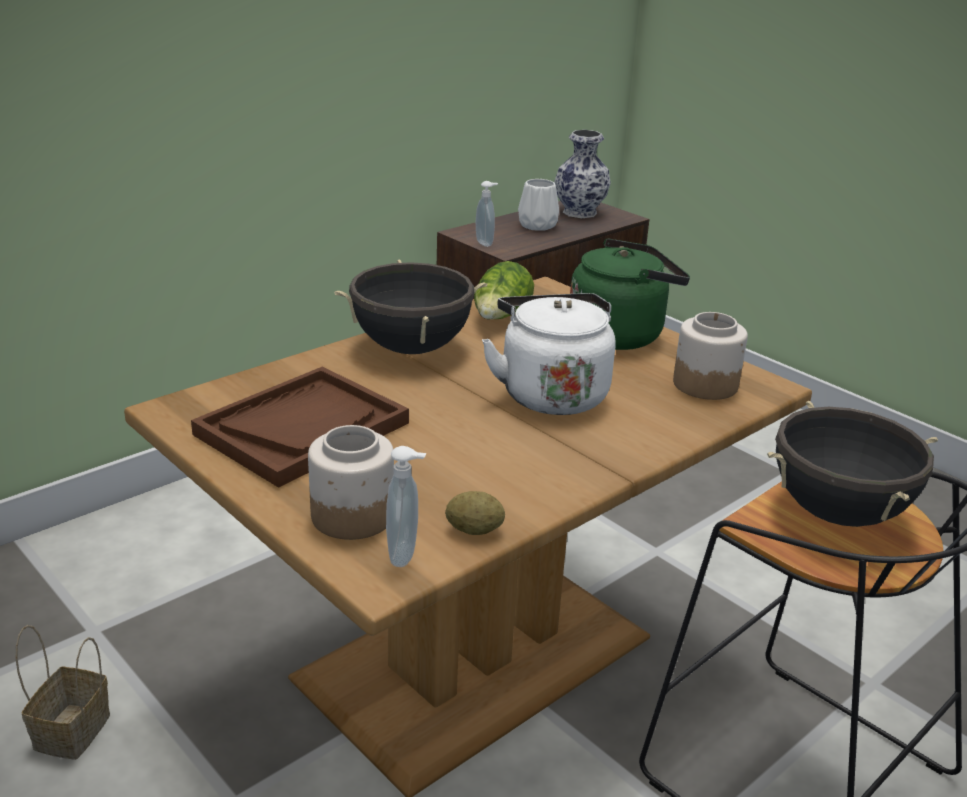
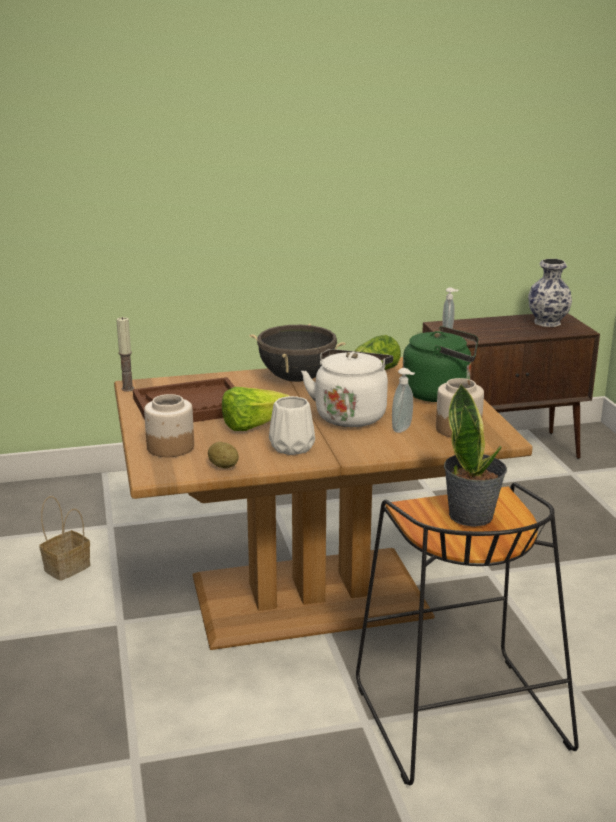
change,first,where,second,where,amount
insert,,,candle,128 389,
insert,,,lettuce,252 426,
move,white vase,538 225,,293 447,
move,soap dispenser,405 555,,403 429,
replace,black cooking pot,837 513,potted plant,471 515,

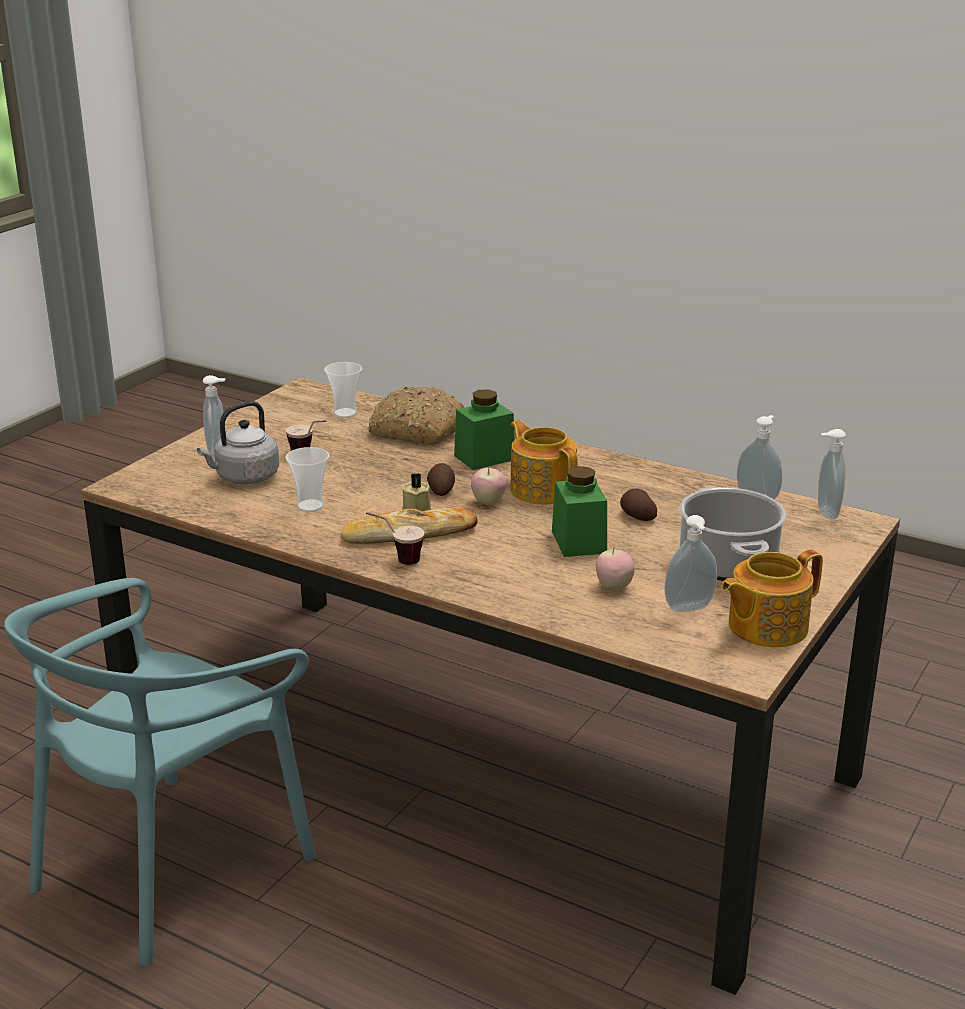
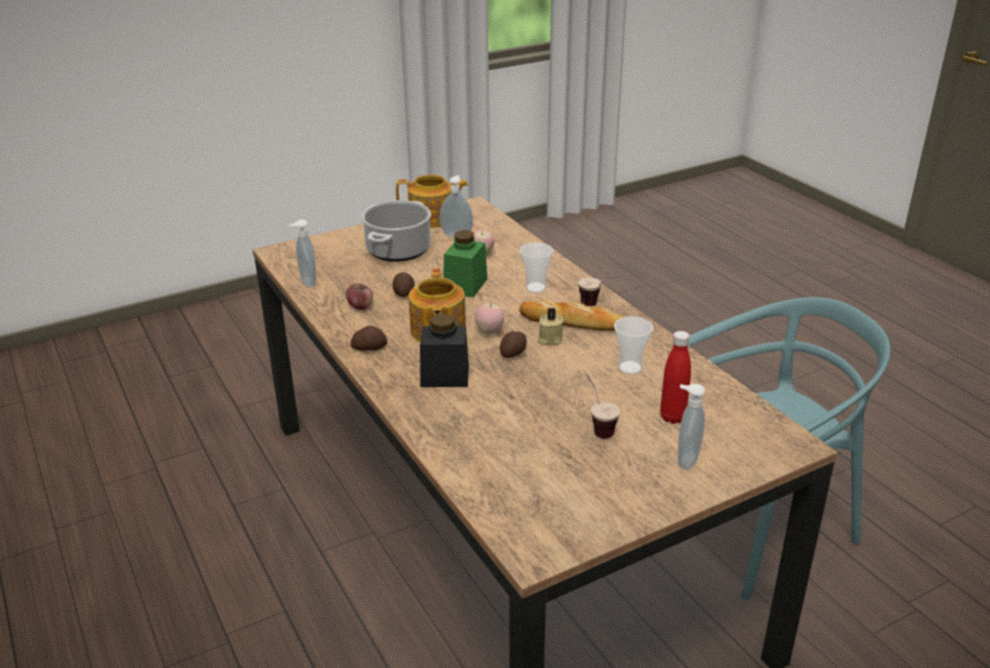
change,first,where,second,where,amount
insert,,,apple,360 306,
insert,,,potato,369 348,
recolor,green jar,484 458,black jar,445 376,
move,cup,345 413,,536 288,
replace,grey kettle,244 478,red bottle,672 417,
delete,bread,416 431,,,
delete,soap dispenser,825 513,,,

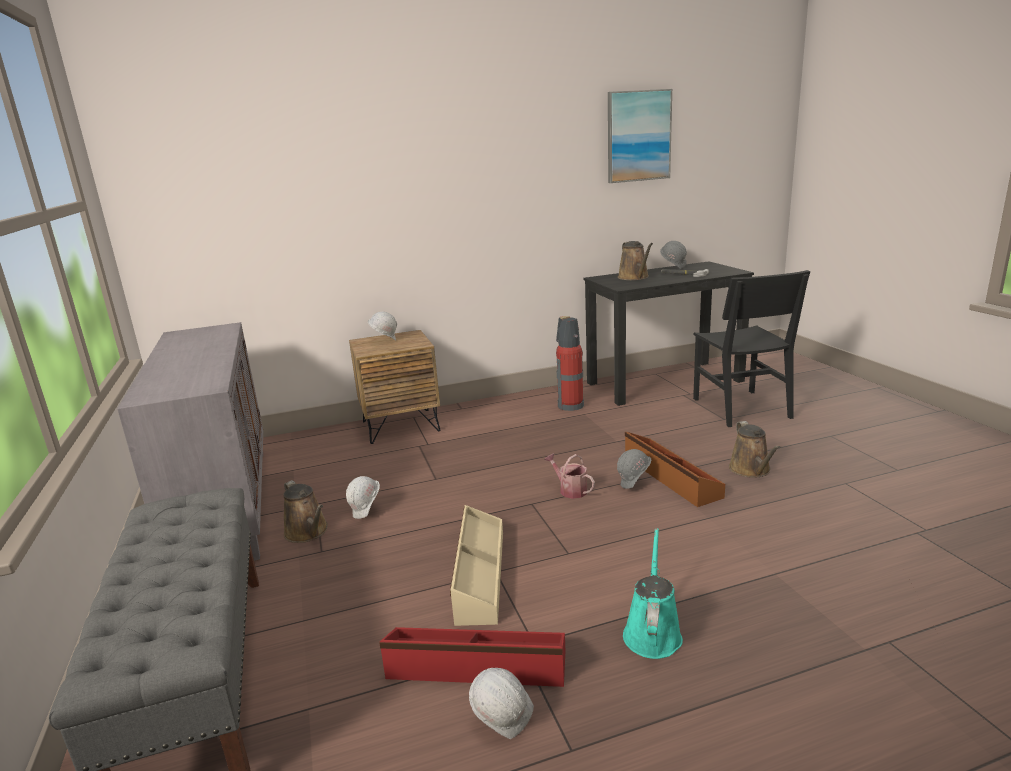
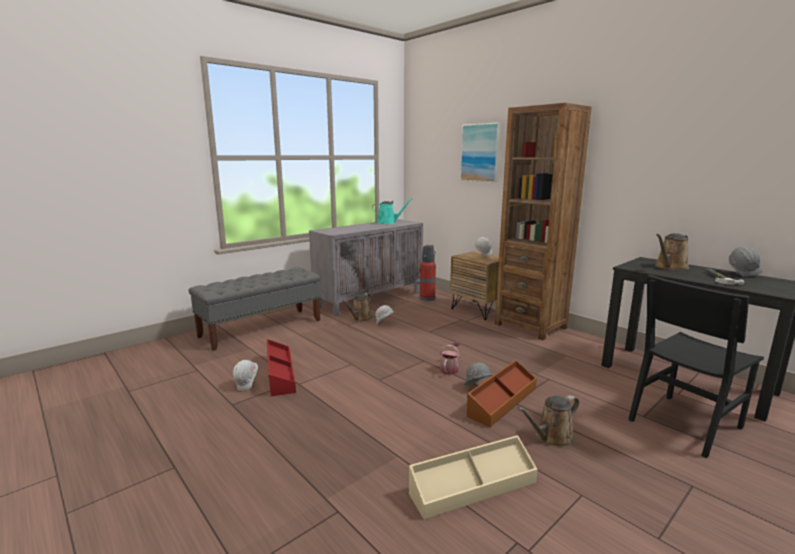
change,first,where,second,where,amount
move,turquoise watering can,652 632,,388 223,
move,beige storage box,479 575,,472 487,
move,fire extinguisher,569 405,,428 298,
move,picture,638 136,,480 153,
insert,,,brown bookcase,530 326,

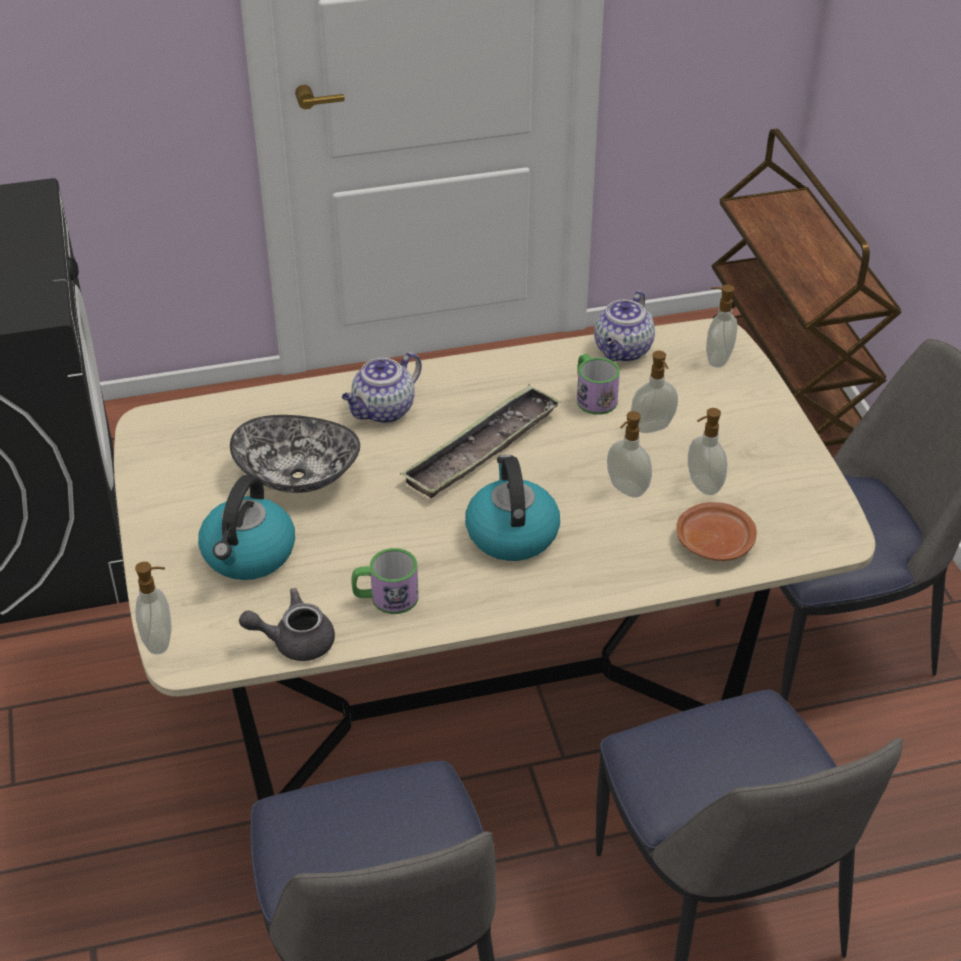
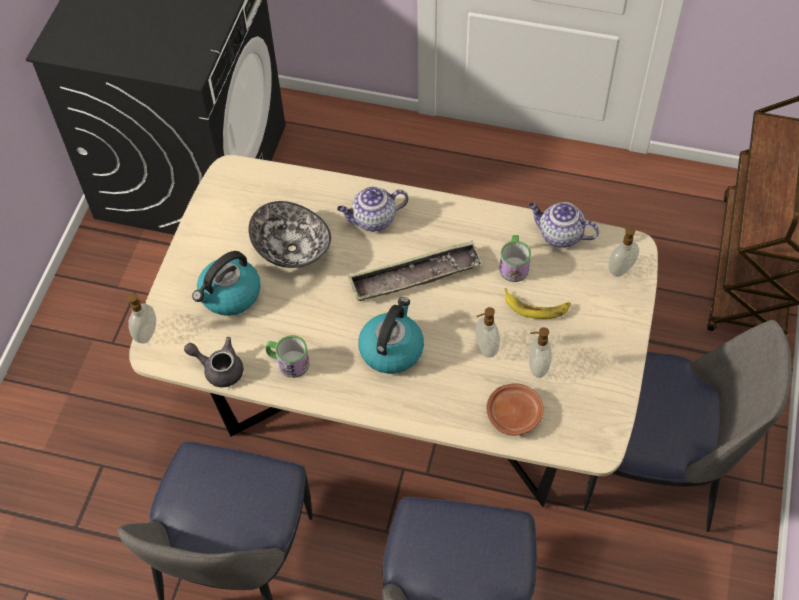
change,first,where,second,where,amount
replace,soap dispenser,653 428,banana,536 307,
rotate,teapot,623 351,,559 235,60 degrees clockwise

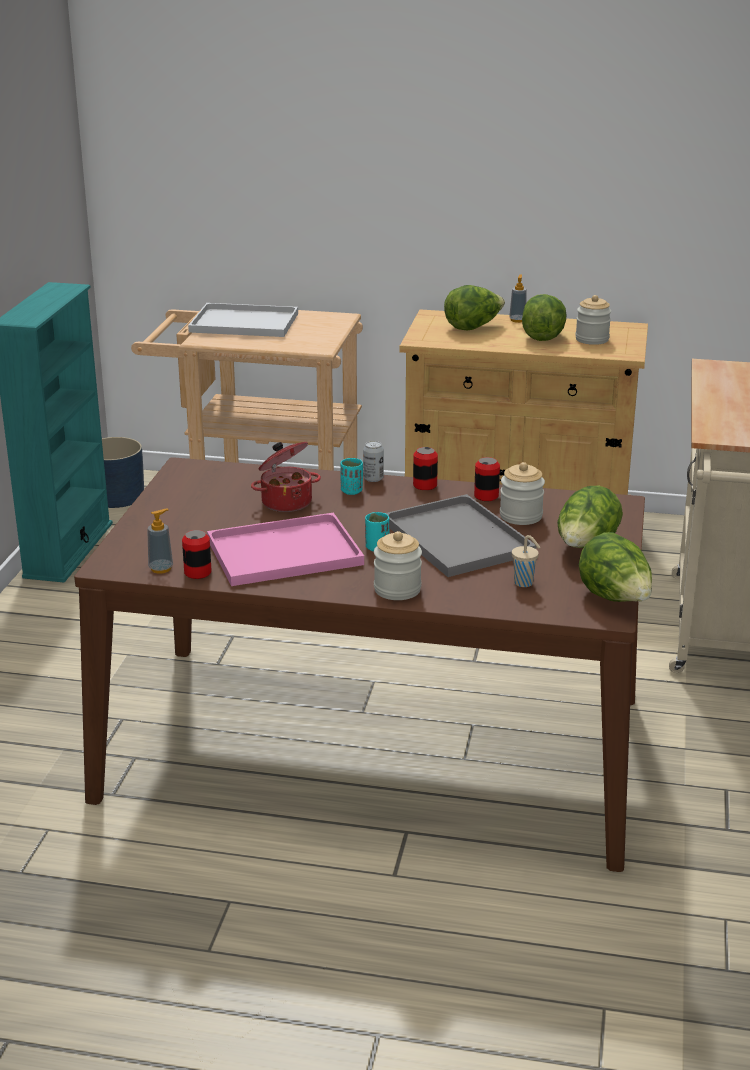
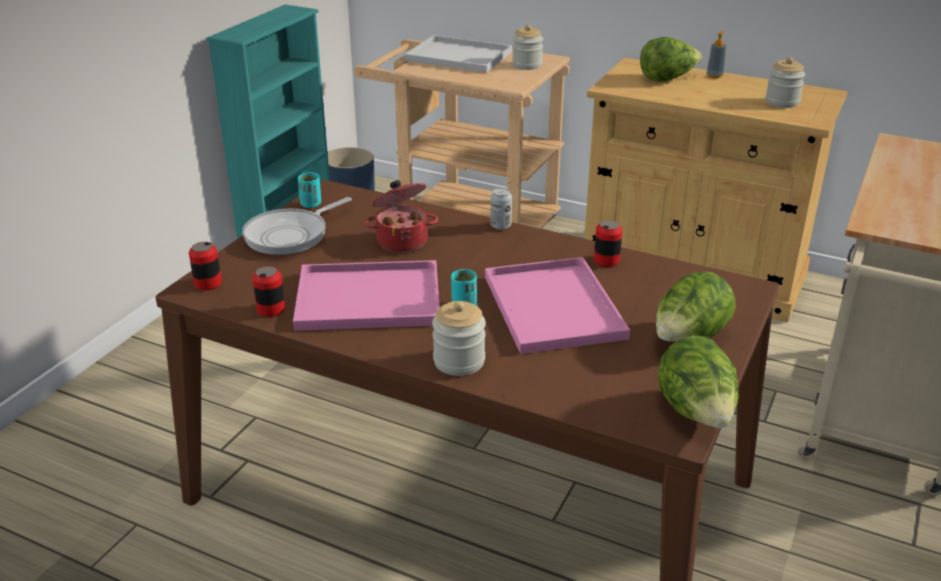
change,first,where,second,where,amount
move,can,425 485,,208 283,
insert,,,frying pan,290 235,
move,turquoise cup,351 491,,311 204,
recolor,grey tray,454 537,pink tray,550 305,
move,jar,521 516,,527 65,
delete,soap dispenser,161 568,,,
delete,beige cup,524 583,,,
delete,lettuce,543 336,,,

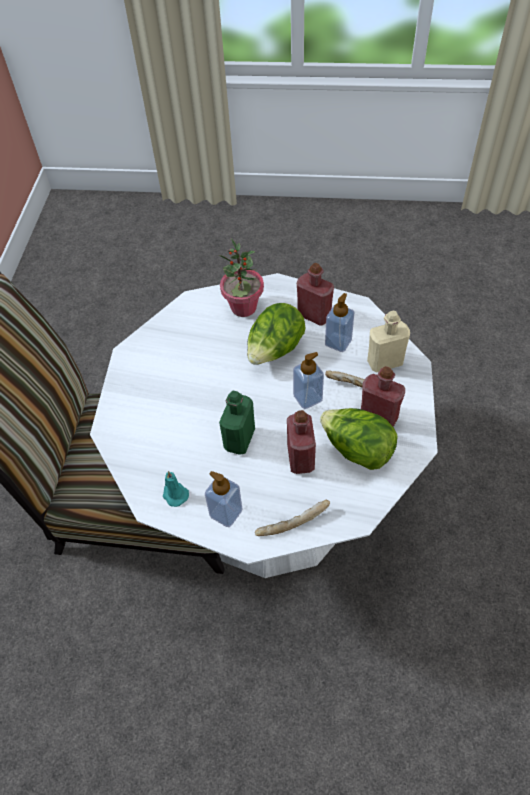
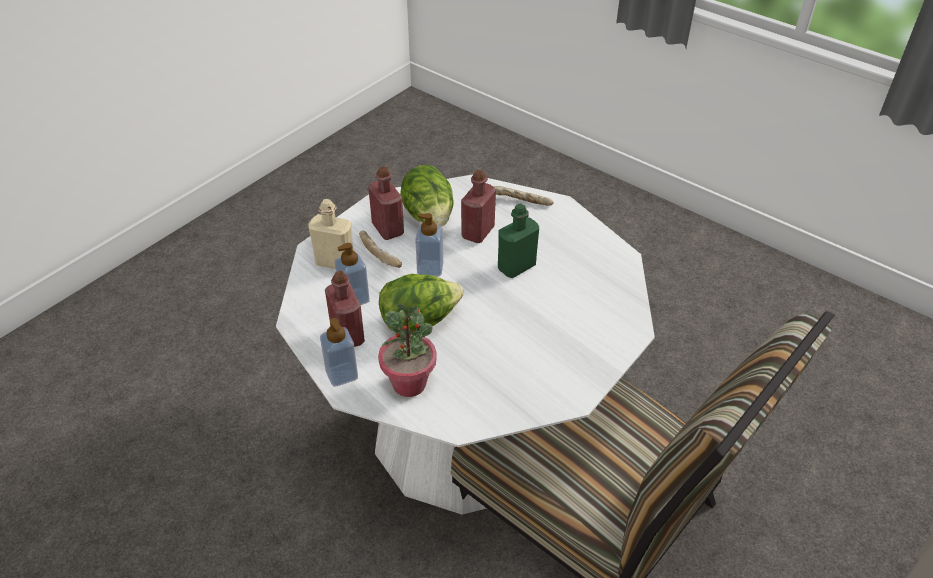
change,first,where,second,where,amount
move,soap dispenser,226 513,,342 374,
delete,turquoise candle,174 494,,,

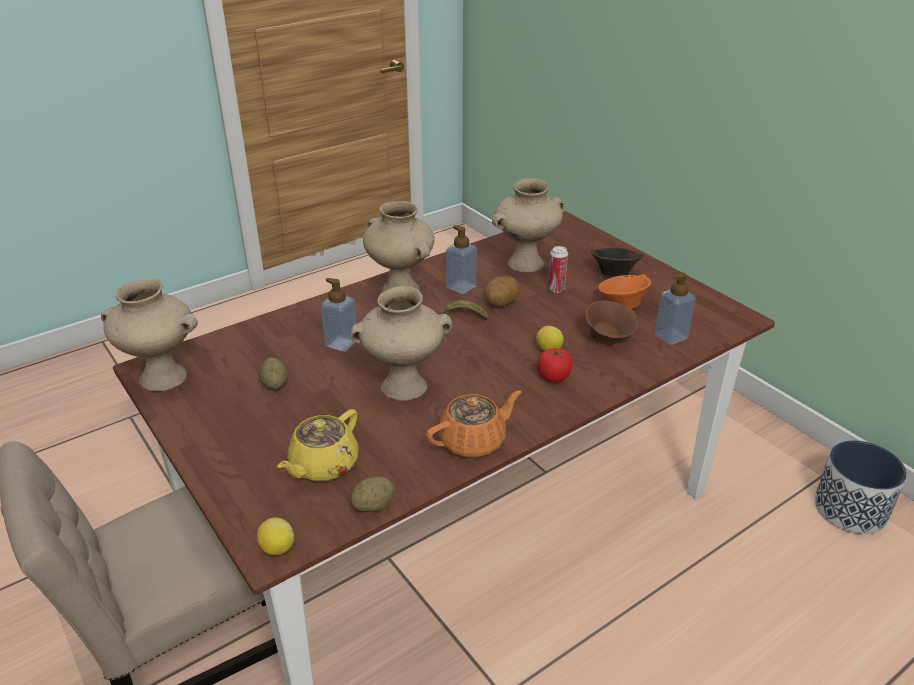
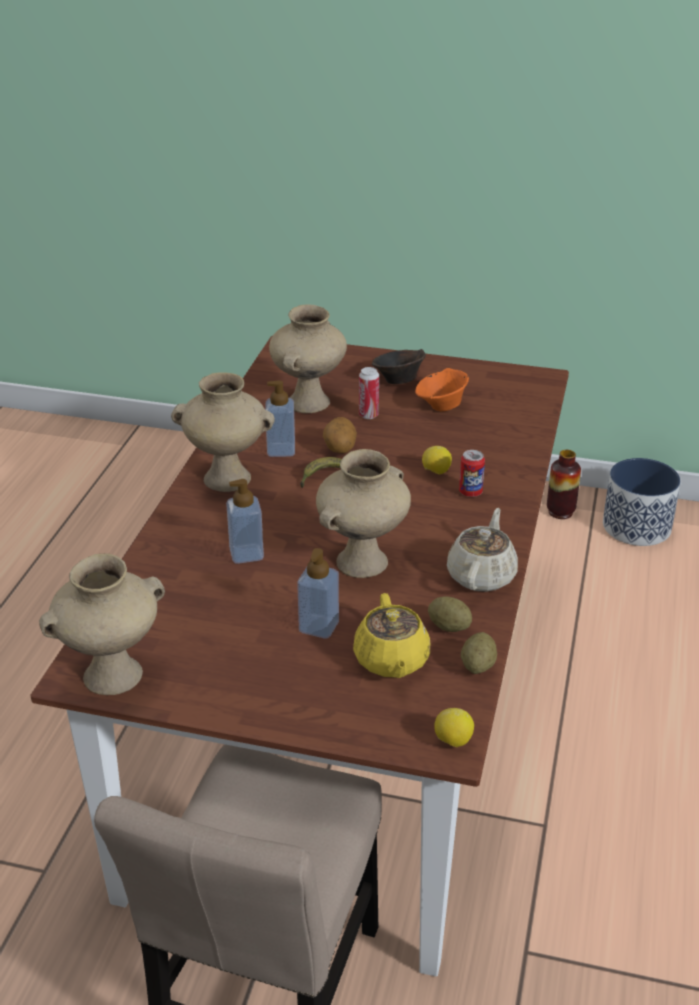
change,first,where,second,where,amount
move,soap dispenser,671 336,,319 626,
move,potato,275 384,,449 627,
recolor,orange teapot,473 441,beige teapot,482 575,
replace,tomato,554 376,can,470 492,
insert,,,vase,560 512,
delete,brown bowl,608 339,,,

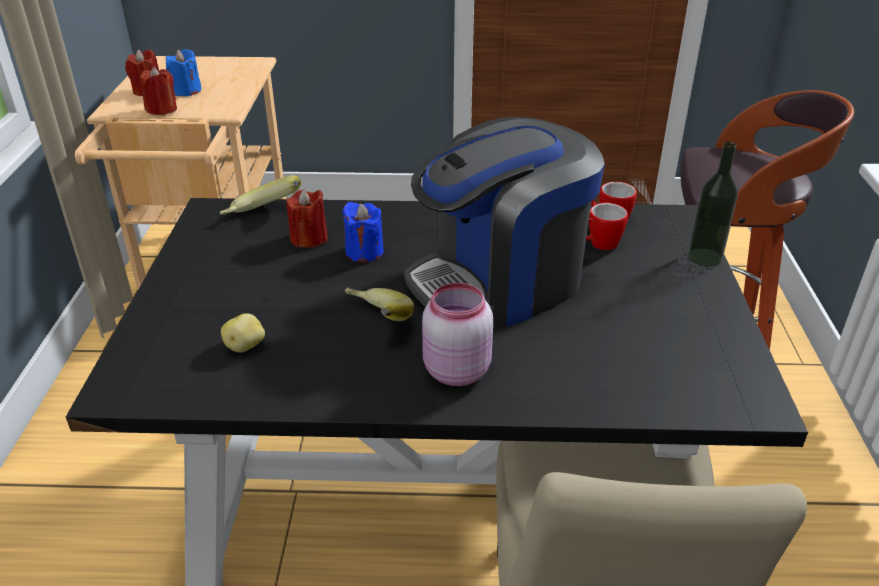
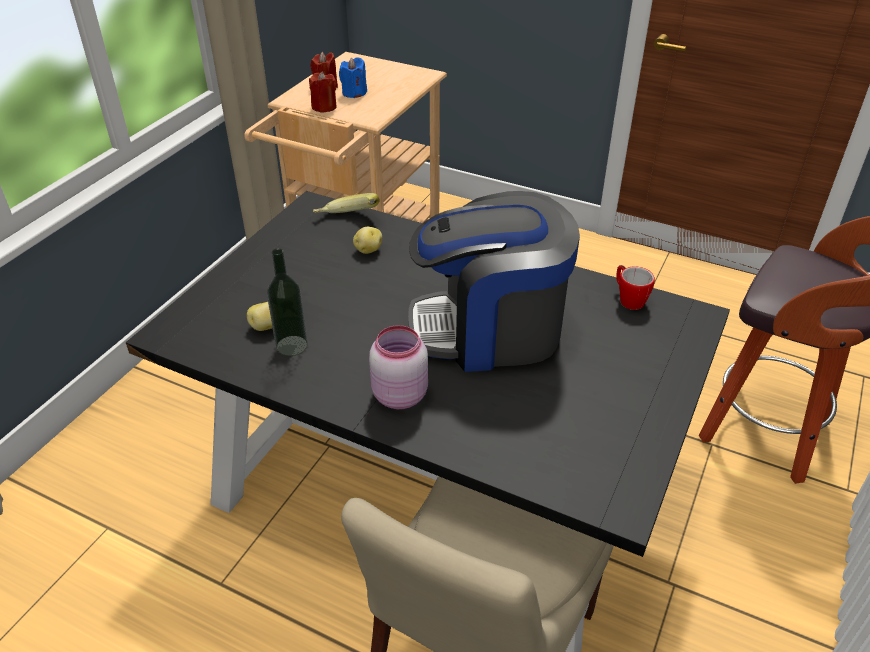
change,first,where,second,where,amount
move,bottle,704 257,,292 345,
replace,red candle,309 238,potato,368 250,
delete,blue candle,364 252,,,
delete,banana,375 322,,,
delete,mug,599 244,,,

